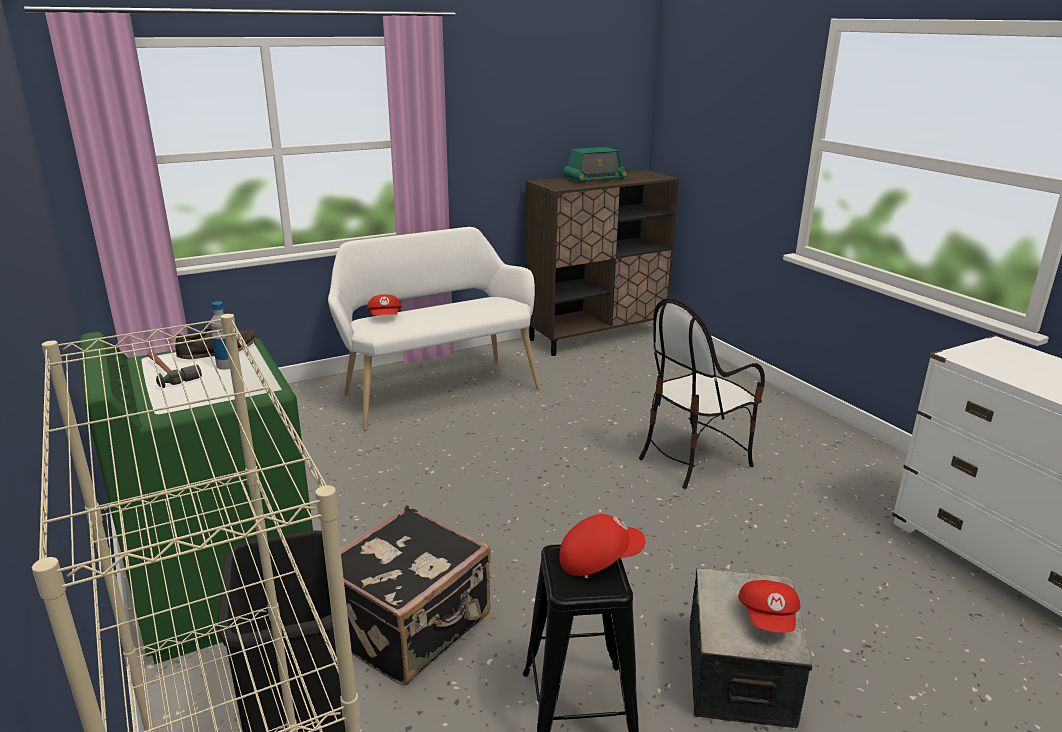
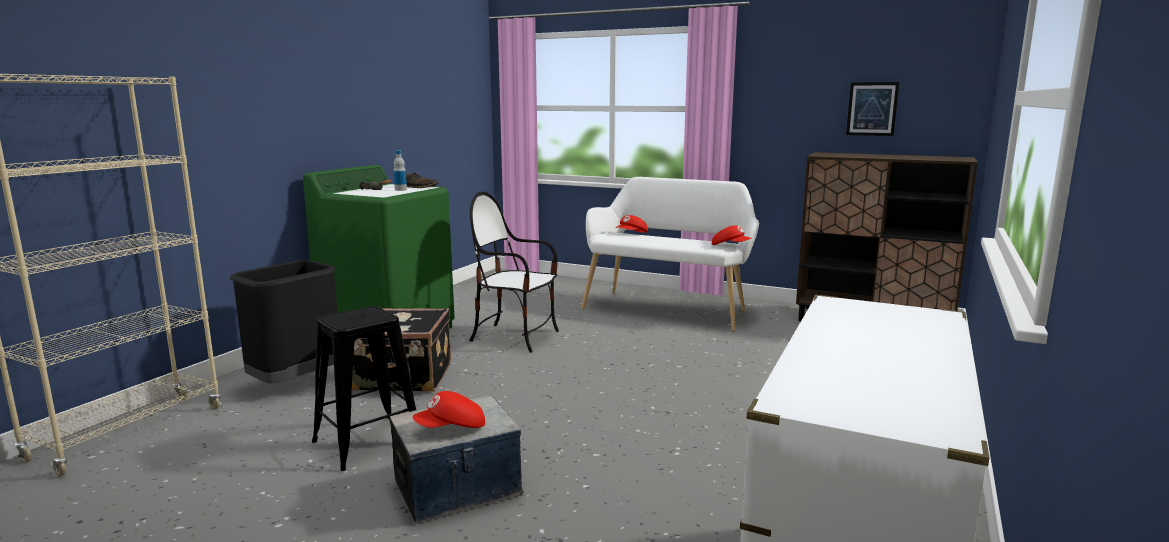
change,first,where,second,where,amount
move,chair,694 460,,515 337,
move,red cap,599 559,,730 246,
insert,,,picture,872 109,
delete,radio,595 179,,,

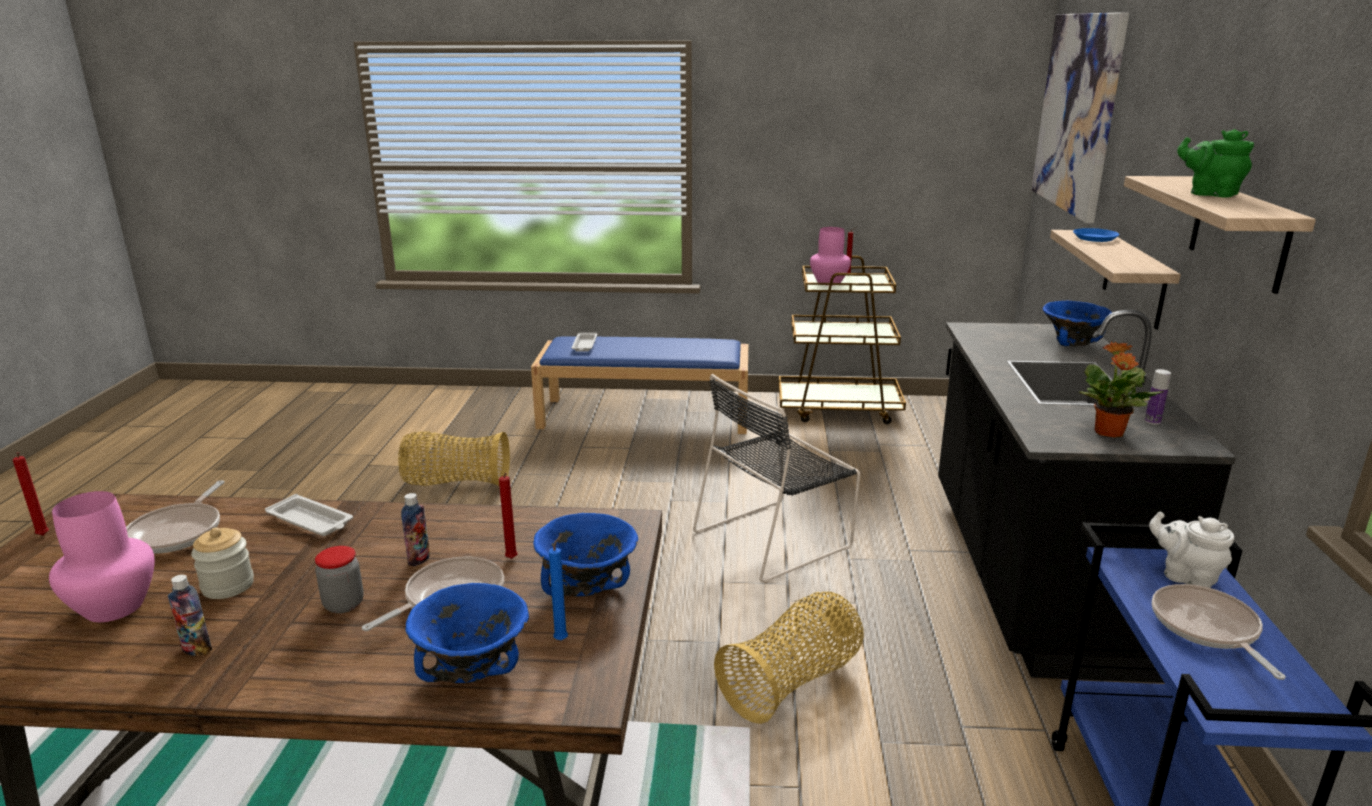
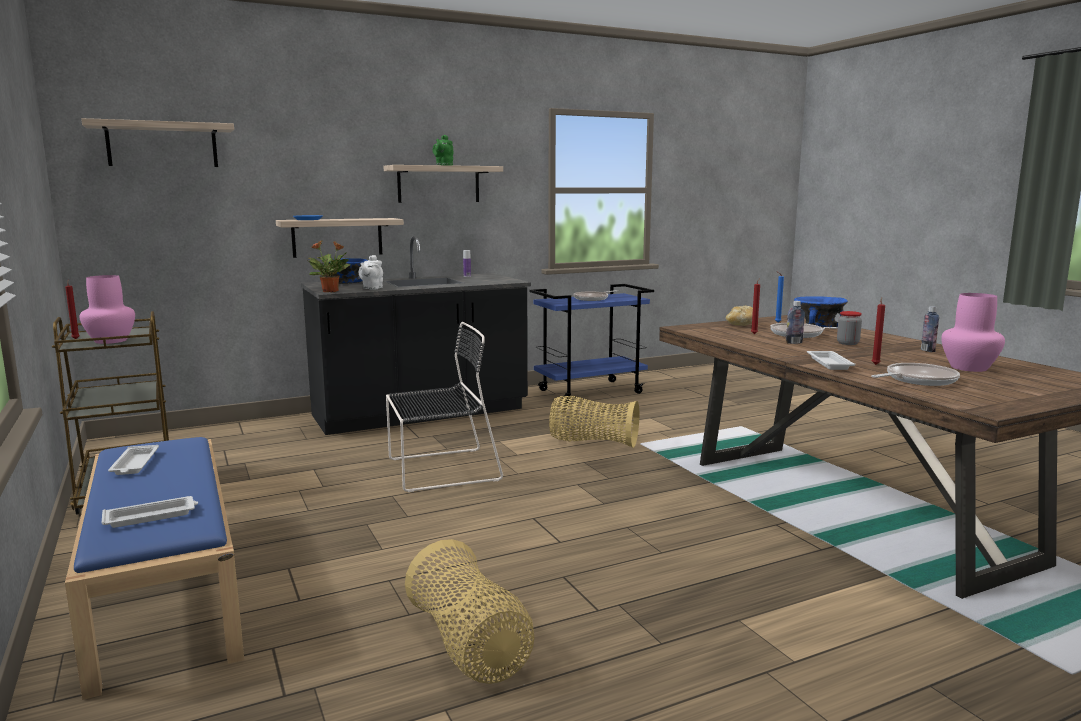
change,first,where,second,where,amount
replace,picture,1077 113,shelf,162 145,
insert,,,white tray,134 464,
move,potted plant,1108 433,,331 291,
move,white teapot,1185 576,,372 288,
rotate,black chair,776 538,,439 470,45 degrees counterclockwise
replace,blue bowl,586 585,bread,741 325,
move,red candle,43 536,,875 364,
delete,jar,228 586,,,

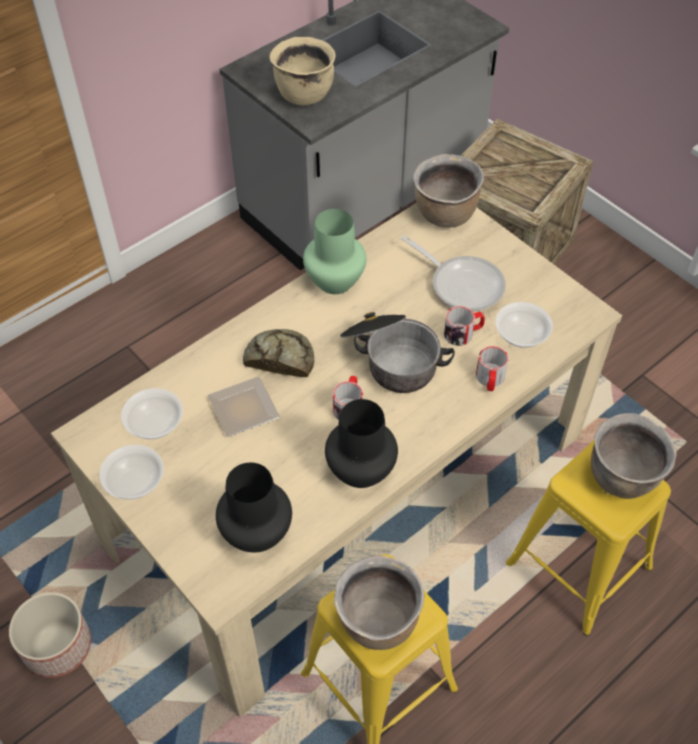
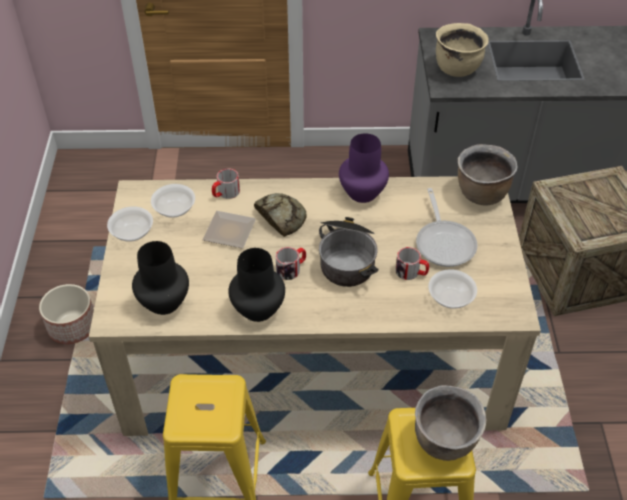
change,first,where,second,where,amount
move,mug,490 379,,225 193,
recolor,green vase,334 281,purple vase,361 192,
delete,brown cooking pot,377 622,,,

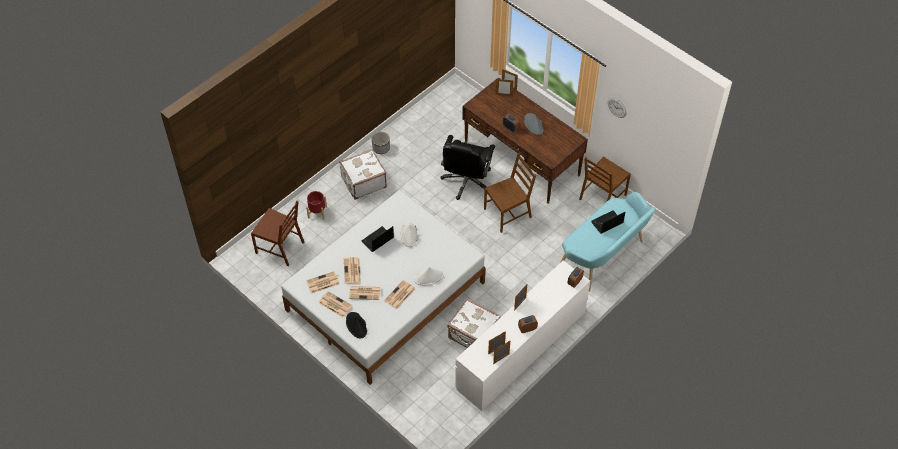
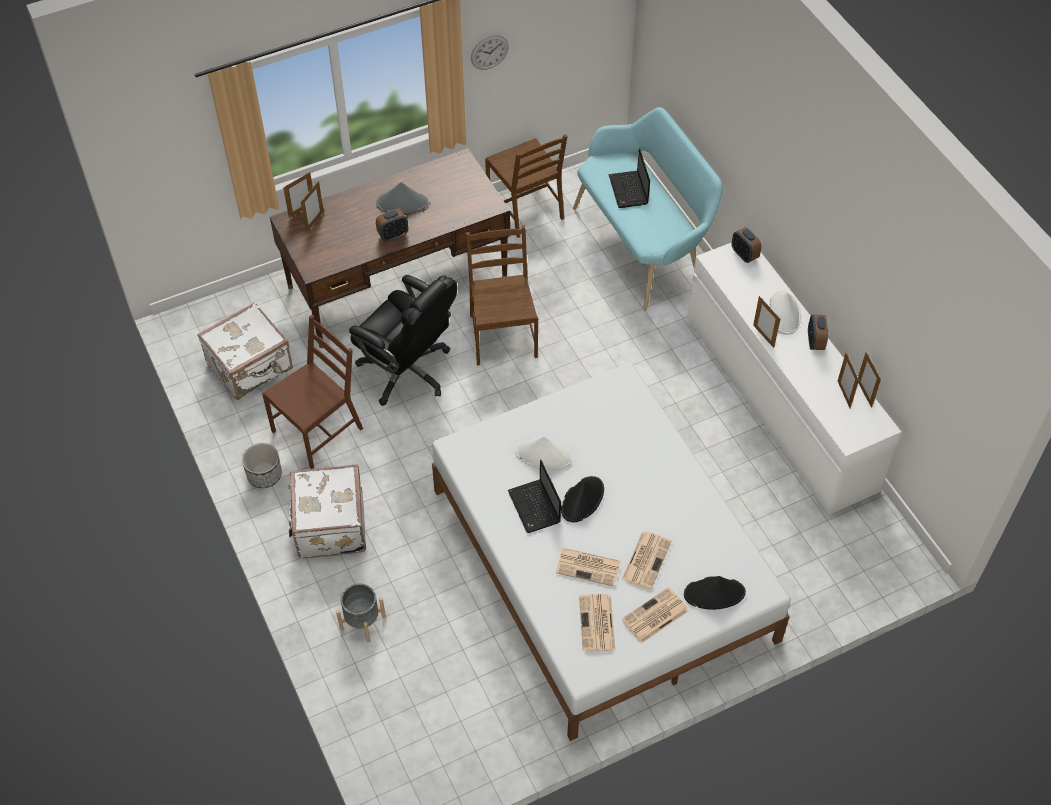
change,first,where,second,where,amount
move,white suitcase,473 335,,251 367,
move,brown chair,280 247,,318 430,
recolor,red planter,317 212,grey planter,363 622,
insert,,,black hat,582 499,
move,white hat,429 277,,783 313,
delete,newspaper,399 295,,,

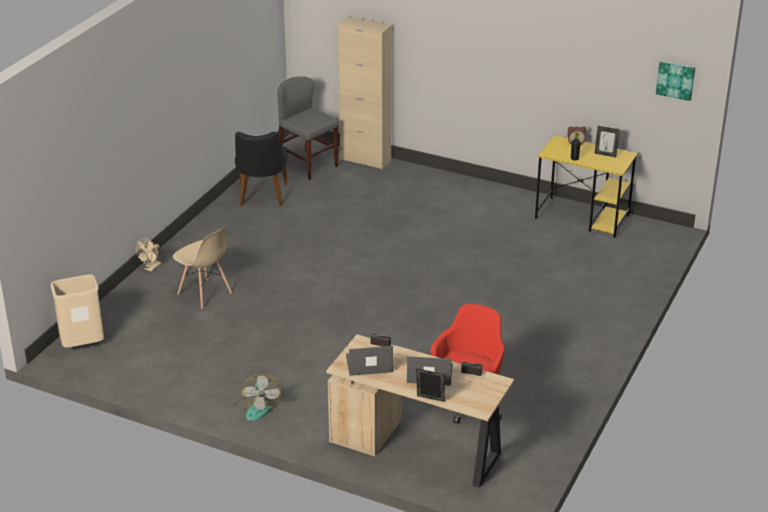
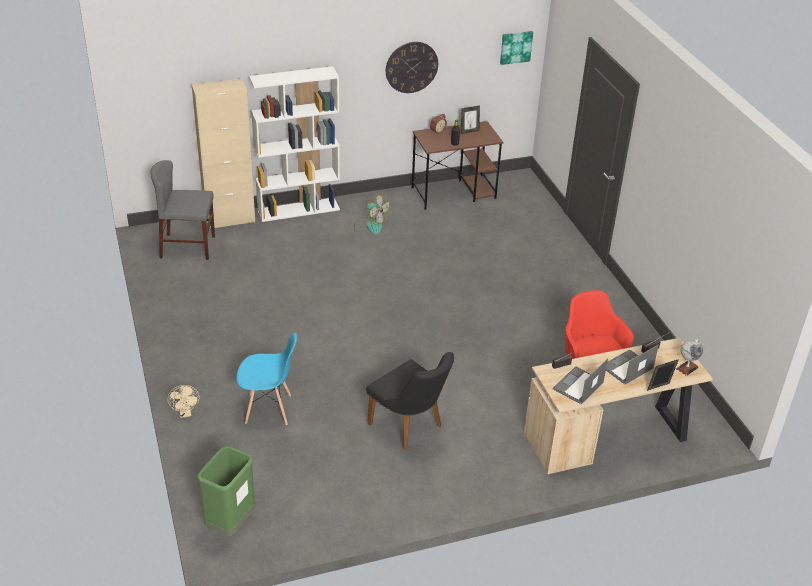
change,first,where,second,where,amount
recolor,beige trash can,83 345,green trash can,231 523,
recolor,beige chair,204 294,blue chair,269 409,
insert,,,white bookcase,299 209,
move,fan,257 408,,370 225,
move,black chair,261 197,,410 427,
insert,,,wall clock,411 67,
recolor,yellow desk,583 217,brown desk,454 193,
insert,,,globe,687 368,

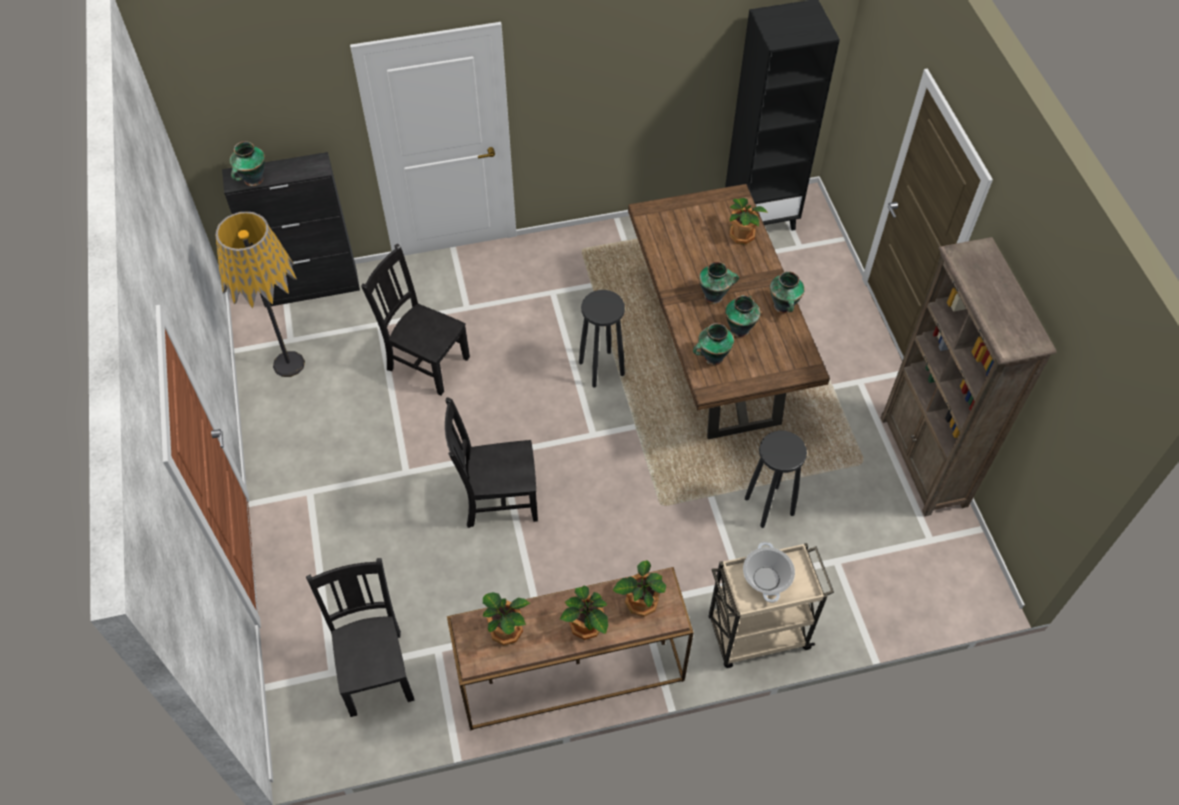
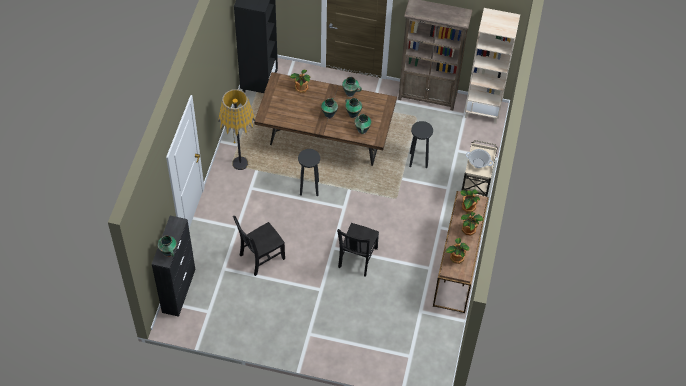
change,first,where,second,where,amount
move,floor lamp,288 364,,240 163,
insert,,,beige bookcase,483 110,
delete,black chair,375 669,,,

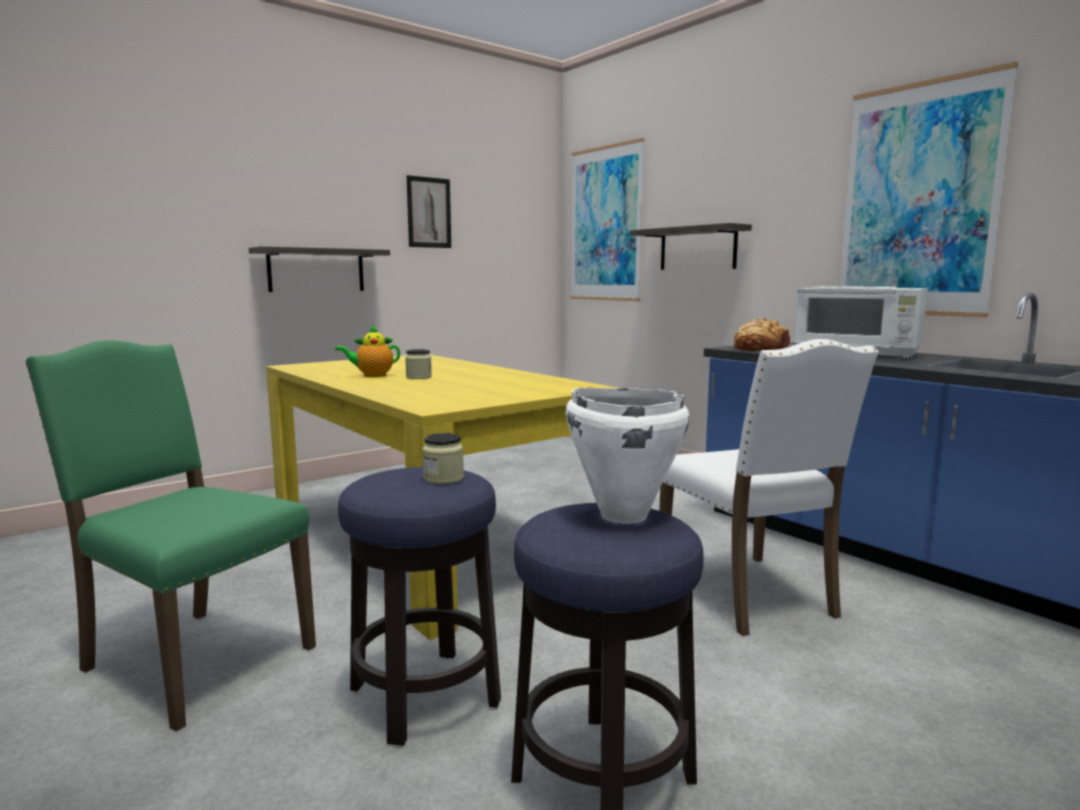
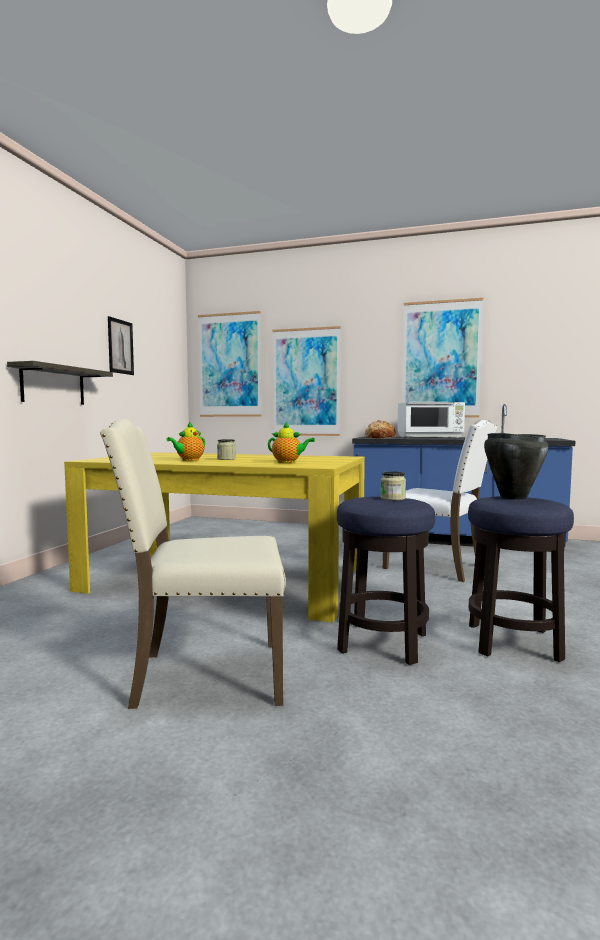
change,first,where,second,where,amount
recolor,green chair,192 659,beige chair,205 675,
insert,,,teapot,288 462,
replace,shelf,697 248,picture,306 382,
recolor,white cooking pot,622 515,black cooking pot,512 498,

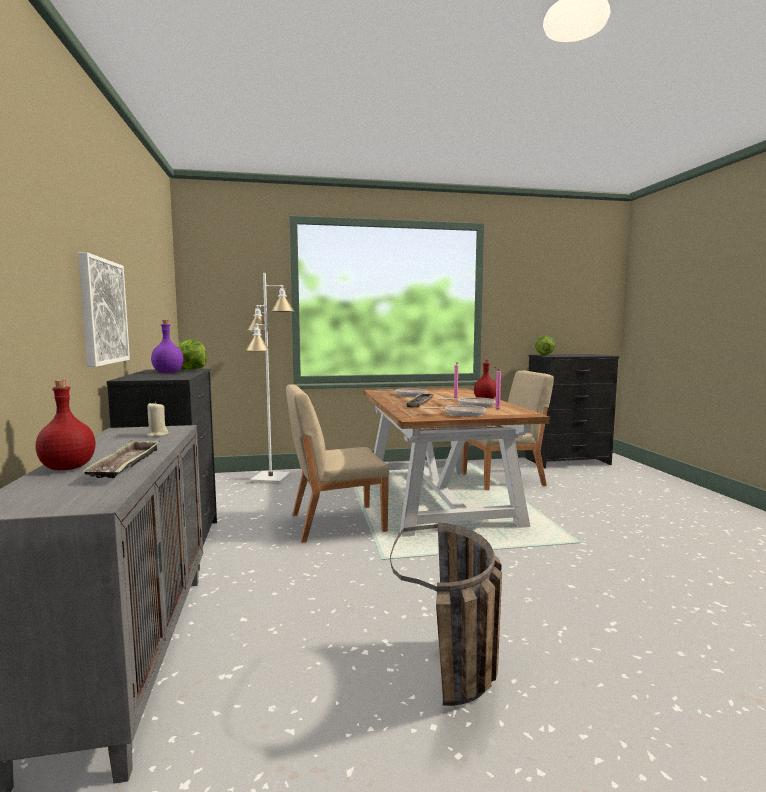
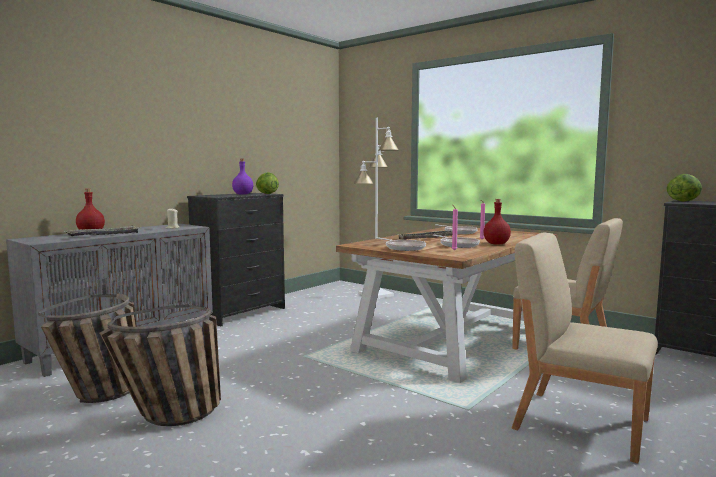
change,first,where,second,where,amount
insert,,,basket,102 396,
move,beige chair,336 523,,578 422,
delete,picture,102 312,,,

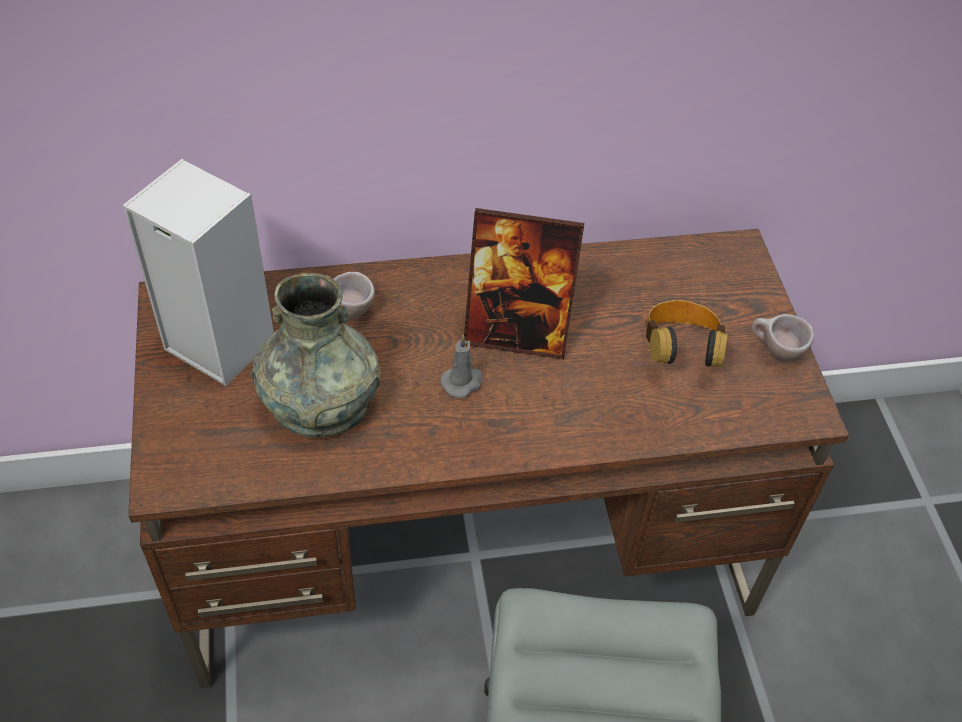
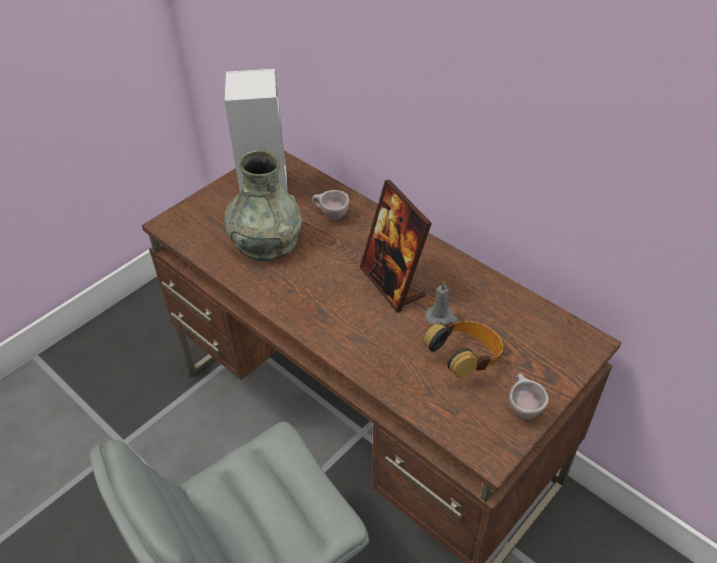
change,first,where,second,where,amount
move,grey candle,463 382,,441 317,

